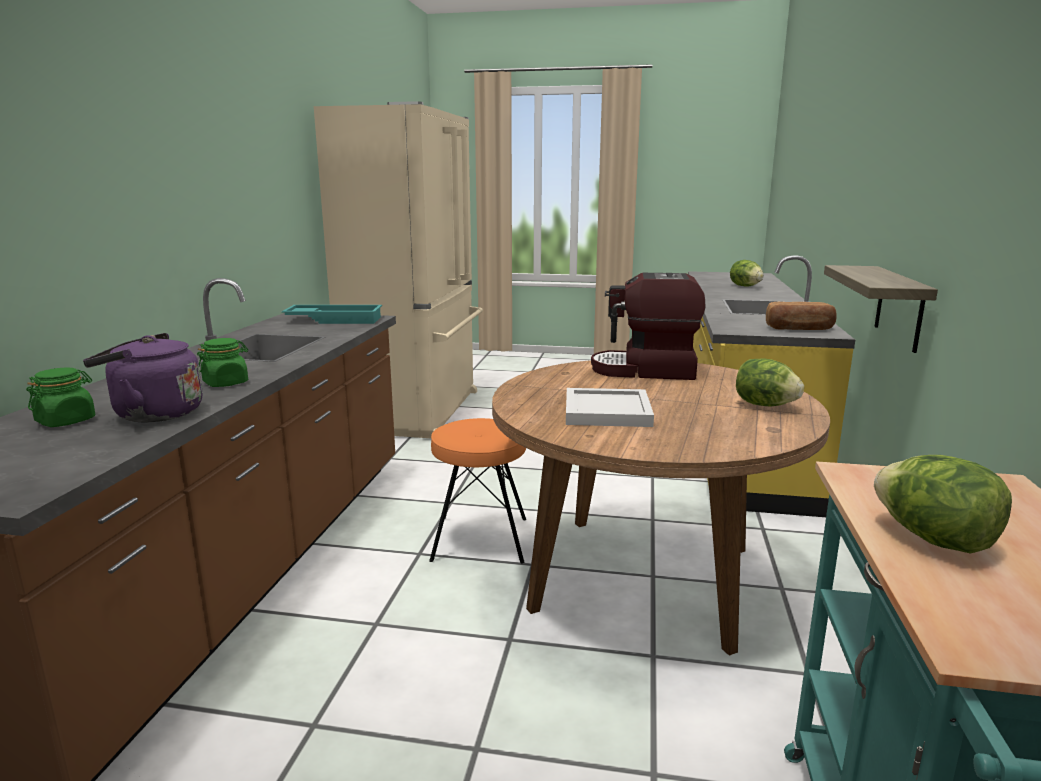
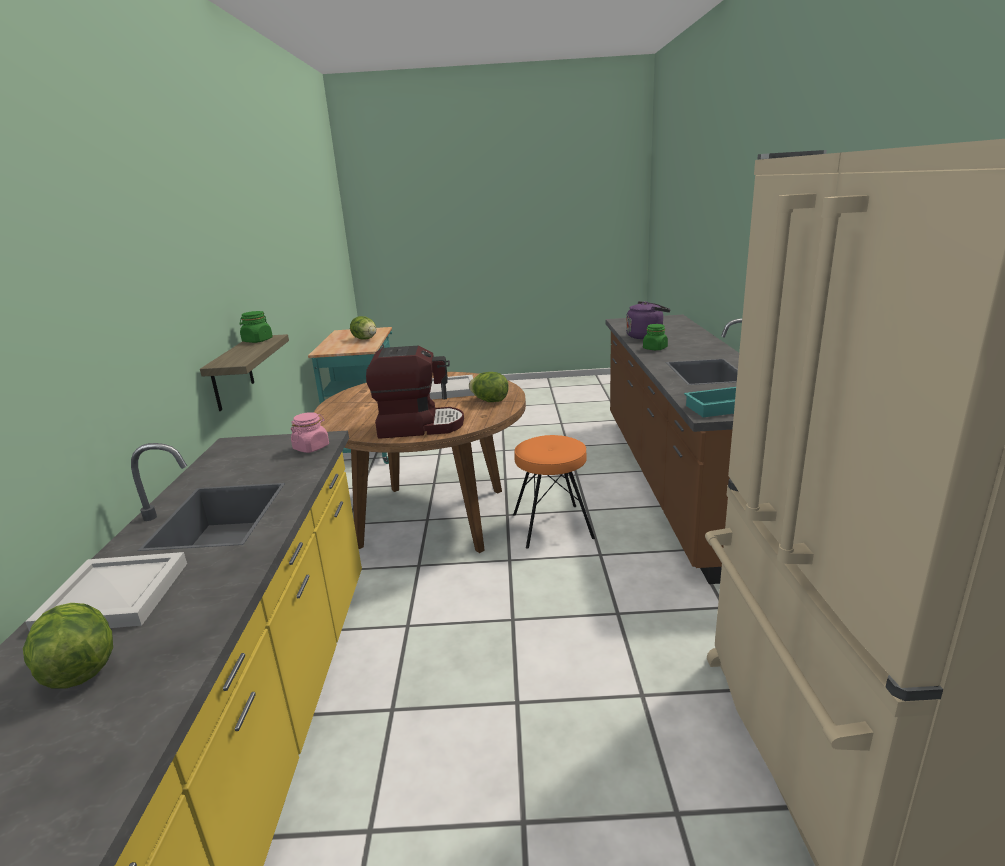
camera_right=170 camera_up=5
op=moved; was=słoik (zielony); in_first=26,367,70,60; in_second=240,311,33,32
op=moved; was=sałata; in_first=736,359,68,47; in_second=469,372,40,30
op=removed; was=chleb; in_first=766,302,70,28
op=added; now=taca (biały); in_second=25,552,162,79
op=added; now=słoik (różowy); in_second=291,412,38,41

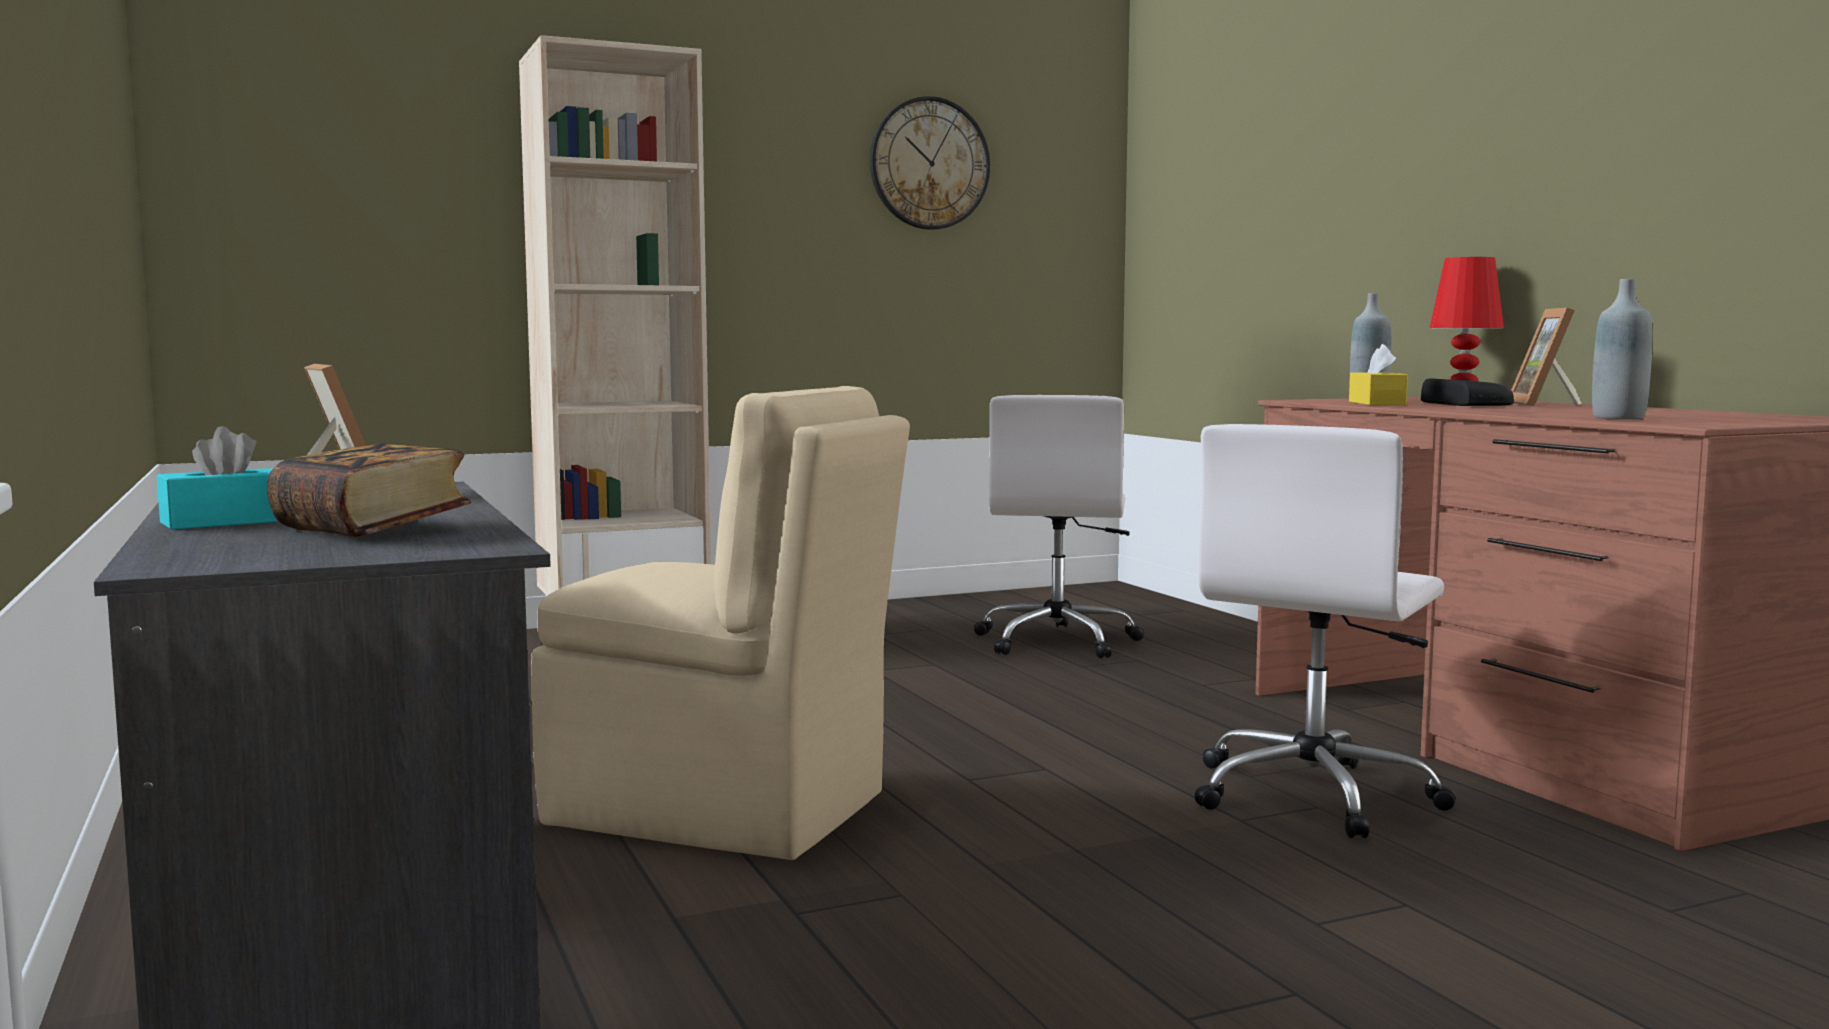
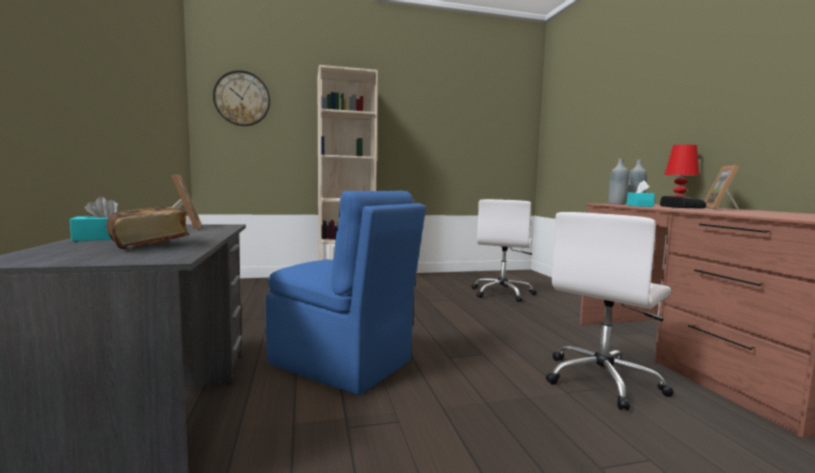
camera_right=10 camera_up=0
op=recoloured; was=krzesło (beżowy); now=krzesło (niebieski); in_first=531,386,379,474; in_second=266,191,160,204
op=moved; was=zegar ścienny; in_first=870,96,120,134; in_second=213,70,57,56
op=recoloured; was=pudełko chusteczek (żółty); now=pudełko chusteczek (turkusowy); in_first=1349,344,59,61; in_second=627,180,28,27
op=moved; was=butelka (szary); in_first=1592,279,60,140; in_second=608,159,21,46

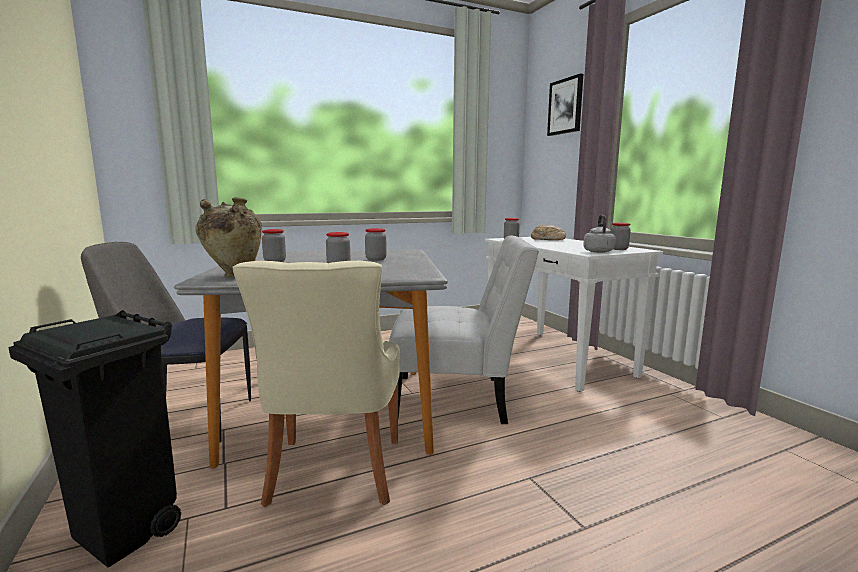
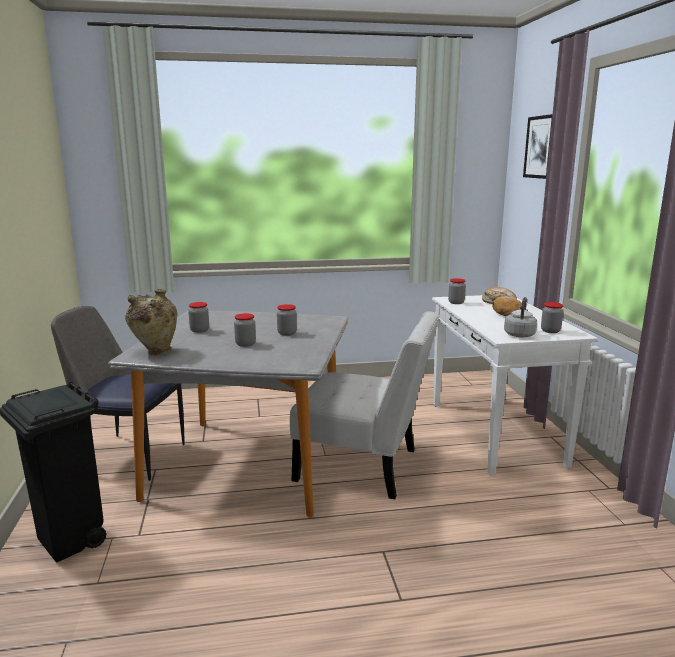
camera_right=15 camera_up=5
op=removed; was=krzesło (beżowy); in_first=233,261,167,246
op=added; now=chleb; in_second=492,296,30,20

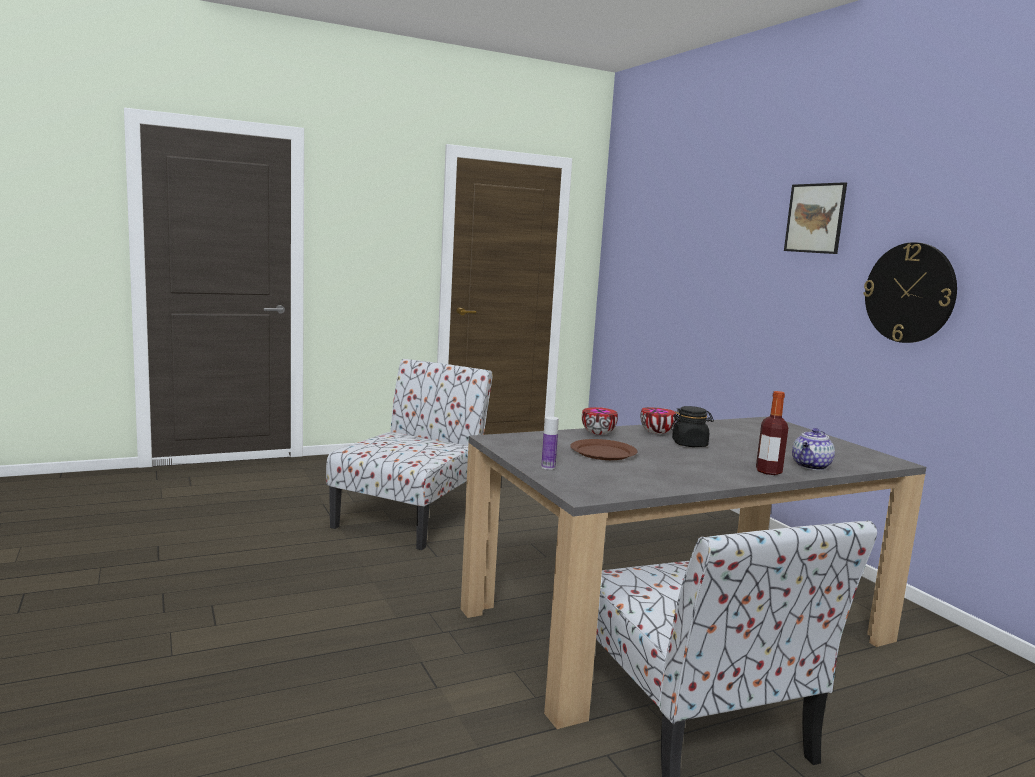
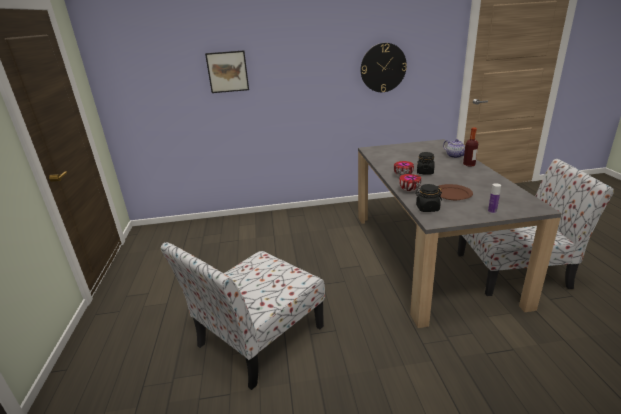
camera_right=-70 camera_up=15
op=turned; was=krzesło; in_first=326,359,167,191; in_second=161,242,164,148; clockwise=-90
op=moved; was=obraz; in_first=784,182,63,72; in_second=205,51,44,42
op=added; now=słoik (czarny); in_second=415,184,27,28

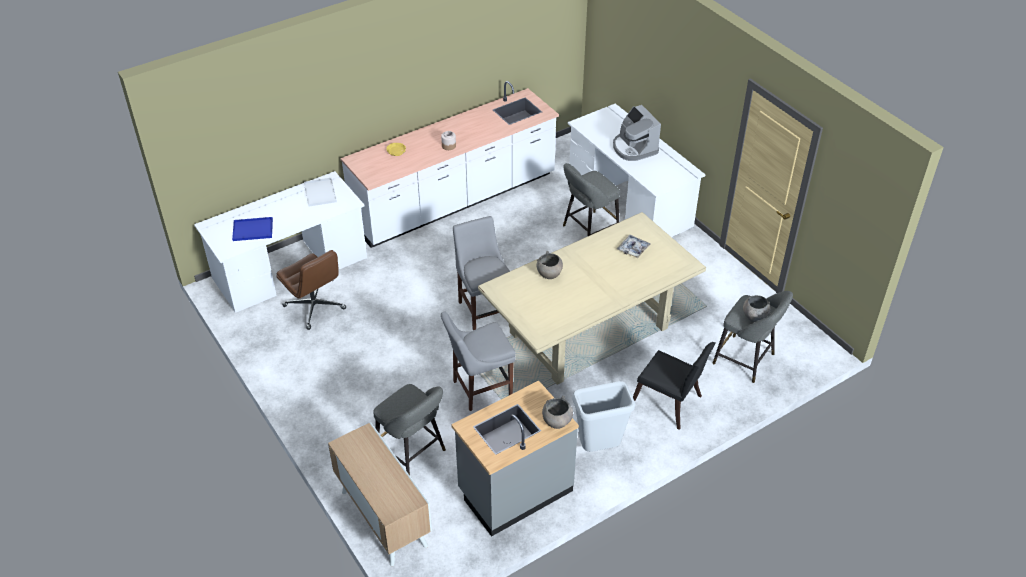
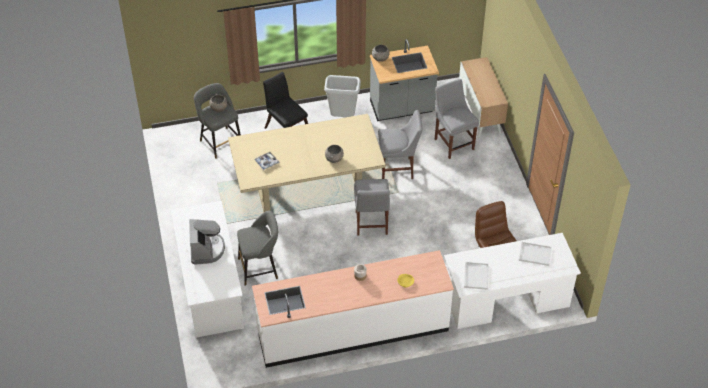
camera_right=-160 camera_up=5
op=recoloured; was=taca (niebieski); now=taca (biały); in_first=232,217,41,24; in_second=519,242,33,24
op=replaced; was=stołek (szary); now=krzesło (szary); in_first=373,384,73,91; in_second=435,79,44,80

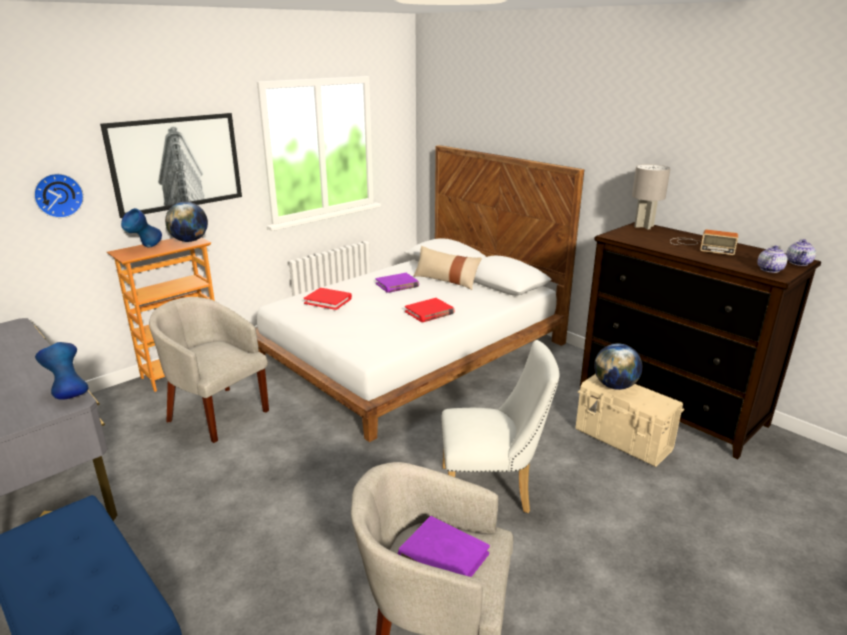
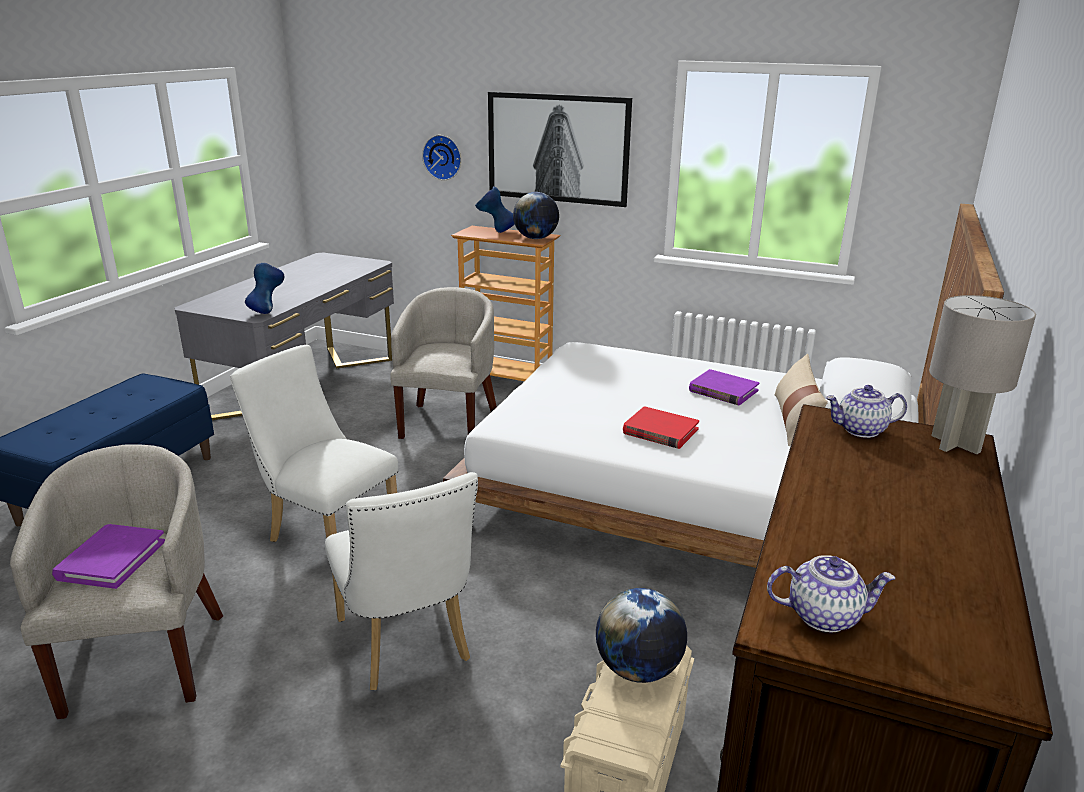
camera_right=65 camera_up=0
op=removed; was=książka (czerwony); in_first=304,288,48,22
op=removed; was=radio; in_first=670,229,68,26
op=moved; was=imbryk; in_first=786,239,30,27; in_second=826,385,81,53
op=added; now=krzesło (biały); in_second=230,345,168,197

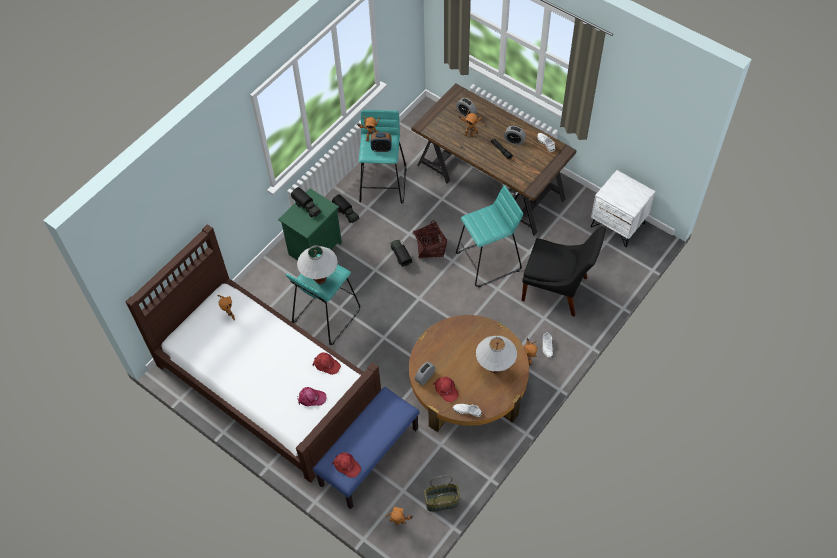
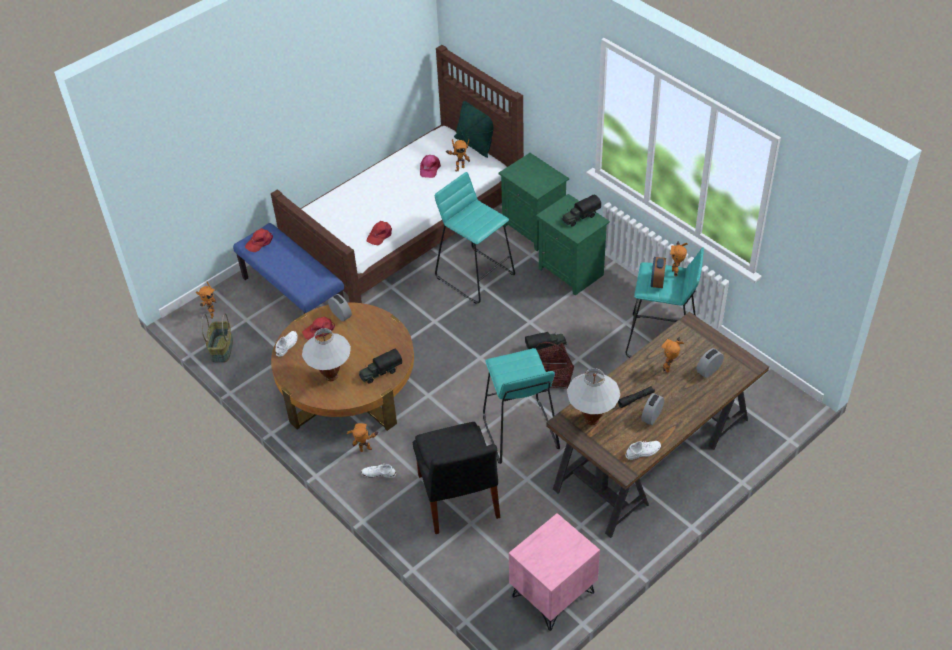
camera_right=100 camera_up=-10
op=moved; was=lampa stołowa (biały); in_first=297,245,41,39; in_second=567,368,54,57
op=moved; was=czapka z daszkiem (różowy); in_first=297,387,30,19; in_second=420,155,21,23
op=moved; was=ciężarówka zabawkowa; in_first=332,194,27,29; in_second=359,349,43,35
op=turned; was=krzesło (czarny); in_first=521,227,85,90; in_second=413,422,87,112; clockwise=-45
op=recoloured; was=szafka nocna (biały); now=szafka nocna (różowy); in_first=591,170,65,77; in_second=509,513,91,118
op=added; now=poduszka (zielony); in_second=454,101,39,57
op=added; now=szafka nocna (zielony); in_second=498,153,71,98

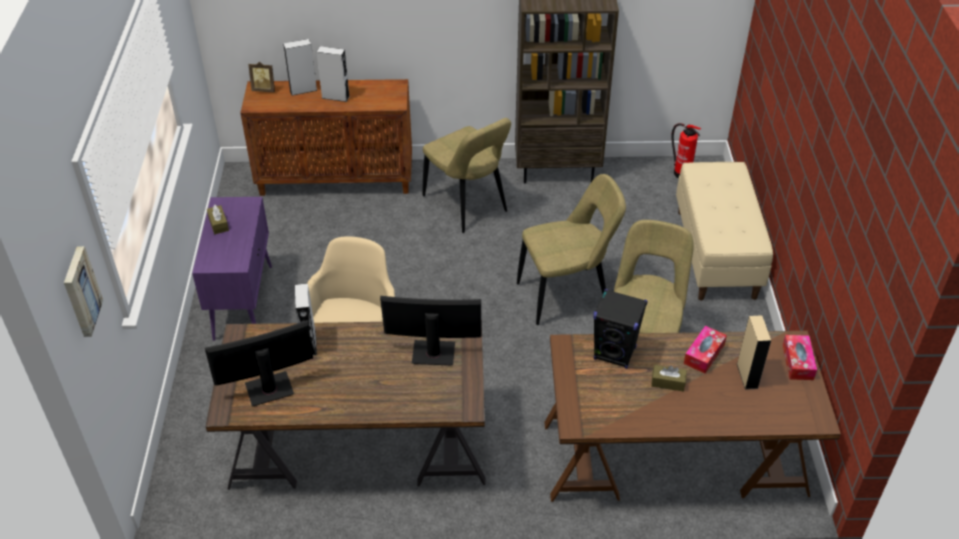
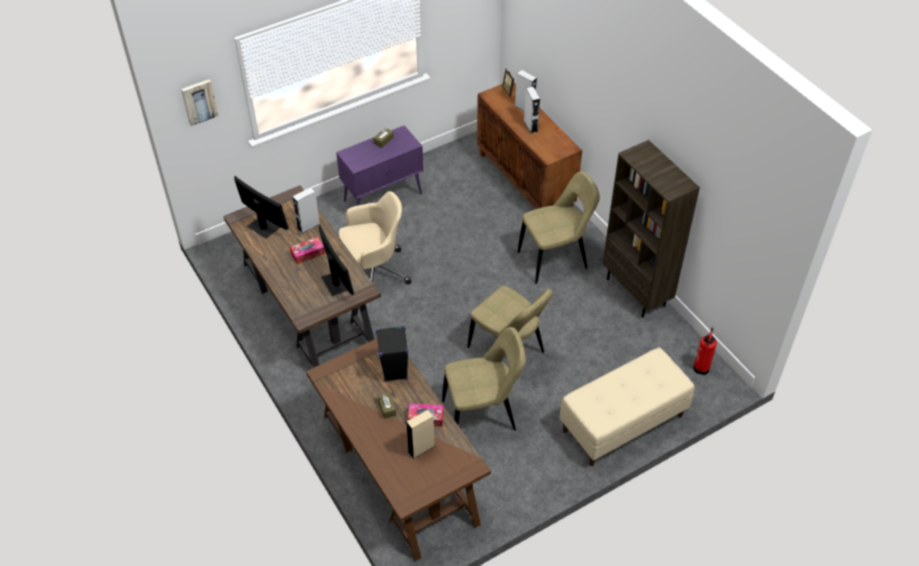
camera_right=60 camera_up=5
op=turned; was=krzesło (beżowy); in_first=423,118,88,115; in_second=518,171,82,113; clockwise=-135
op=moved; was=pudełko chusteczek; in_first=783,335,34,45; in_second=290,237,35,27

